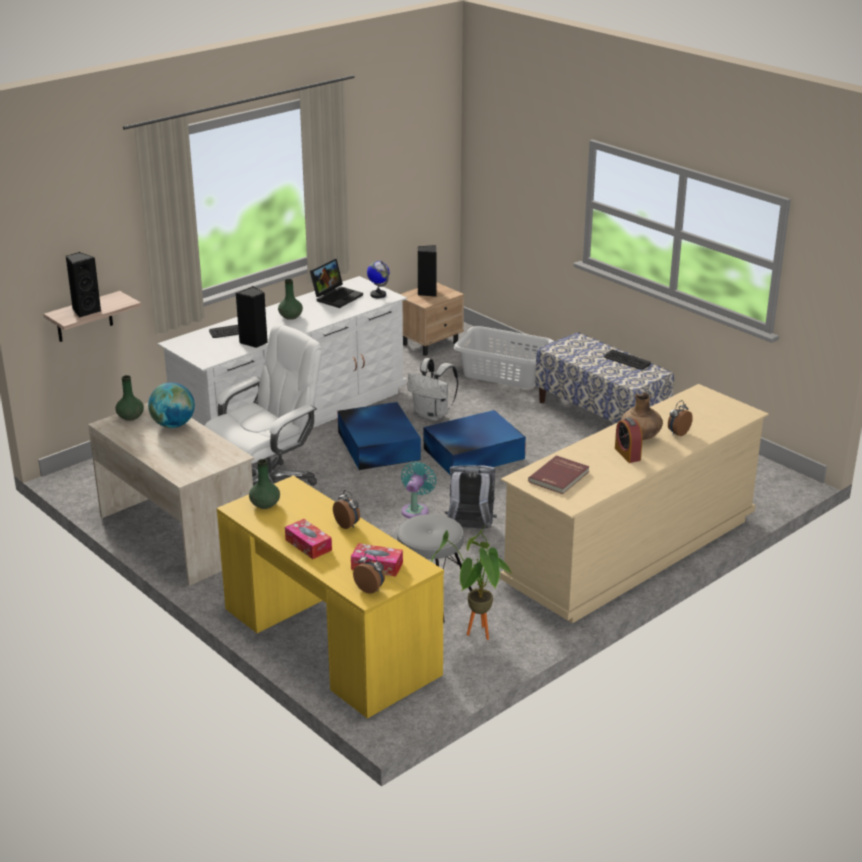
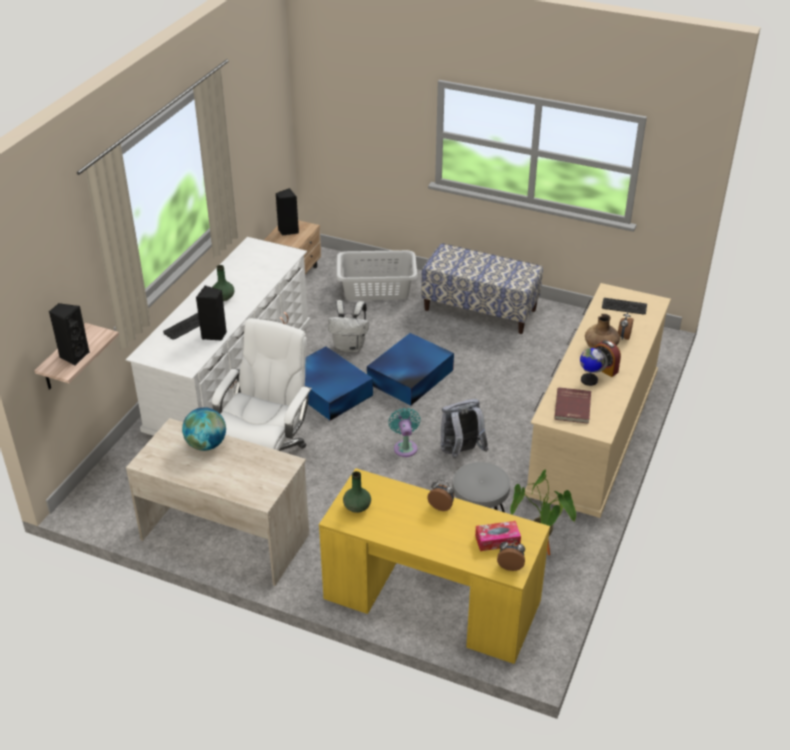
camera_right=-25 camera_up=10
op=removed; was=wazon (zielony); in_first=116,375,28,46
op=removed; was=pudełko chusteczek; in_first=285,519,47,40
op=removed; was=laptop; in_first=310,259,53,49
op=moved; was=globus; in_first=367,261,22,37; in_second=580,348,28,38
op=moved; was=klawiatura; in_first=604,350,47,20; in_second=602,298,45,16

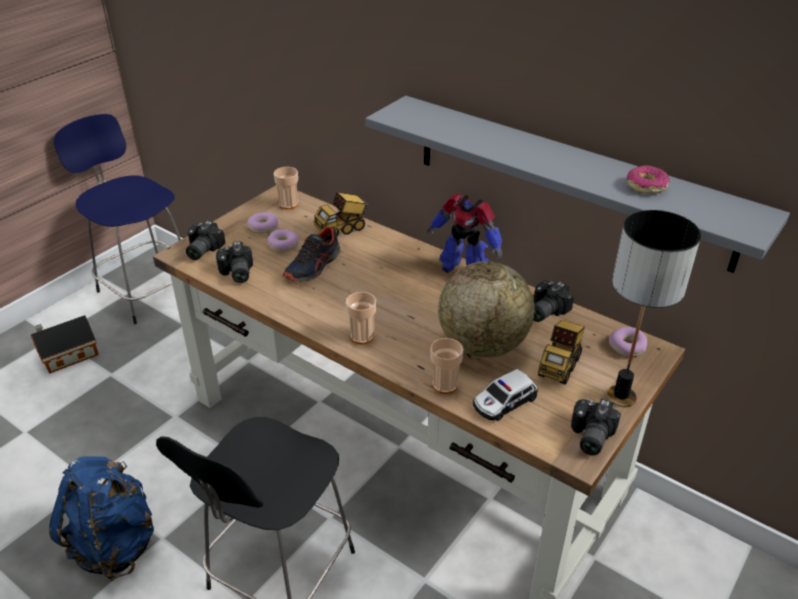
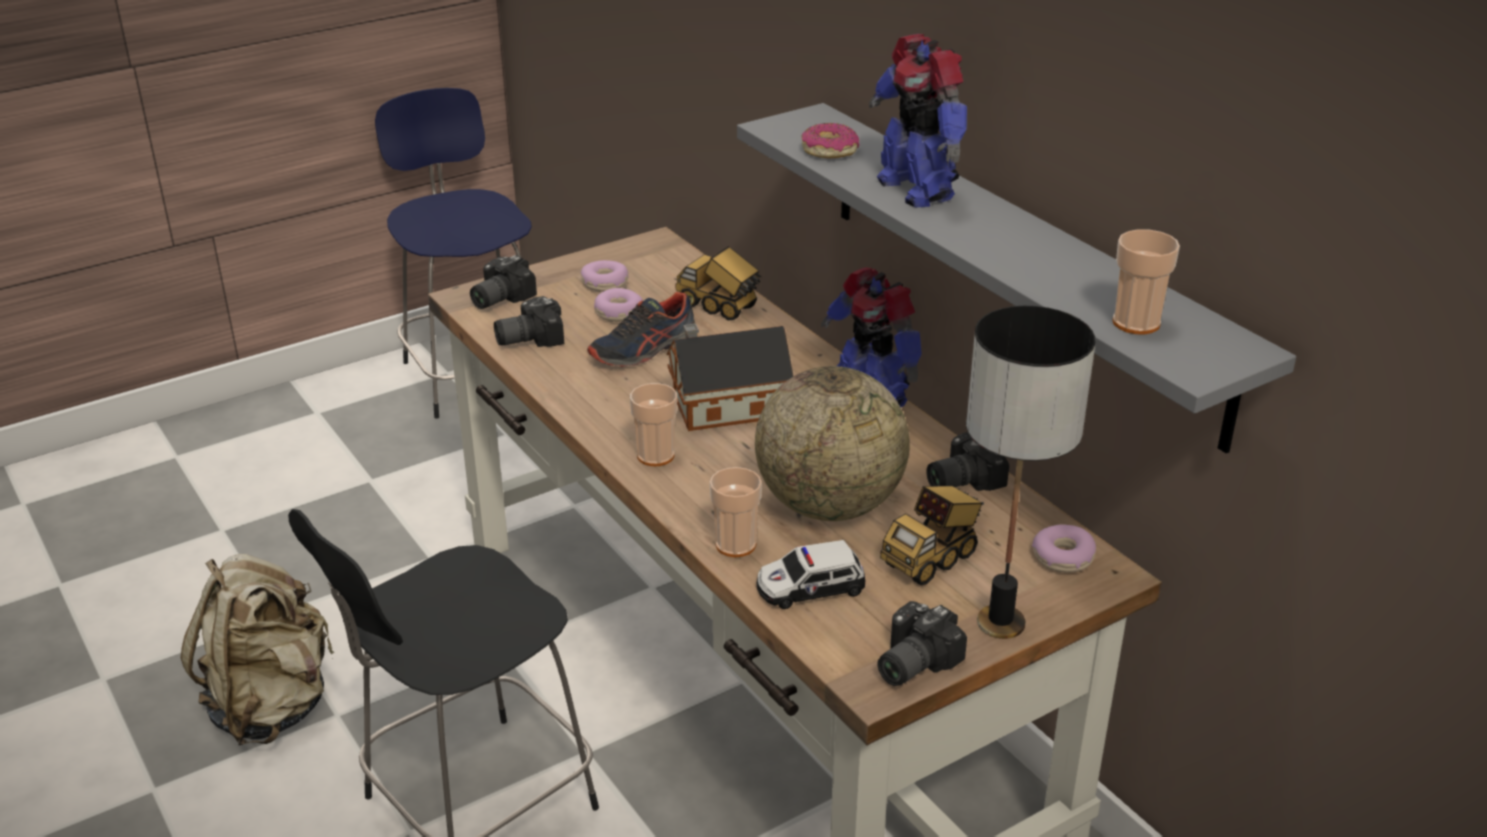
camera_right=20 camera_up=-5
op=moved; was=domek; in_first=31,315,68,59; in_second=667,324,127,107
op=recoloured; was=plecak (niebieski); now=plecak (beżowy); in_first=49,456,105,125; in_second=181,554,153,191
op=turned; was=aparat fotograficzny; in_first=216,241,37,42; in_second=494,296,70,51; clockwise=60
op=moved; was=filiżanka; in_first=274,167,24,42; in_second=1113,229,67,106
op=turned; was=ciężarówka zabawkowa; in_first=314,192,54,45; in_second=676,246,86,74; clockwise=45
op=moved; was=donut; in_first=626,166,44,28; in_second=801,123,59,35
op=added; now=robot zabawkowy; in_second=869,34,98,174

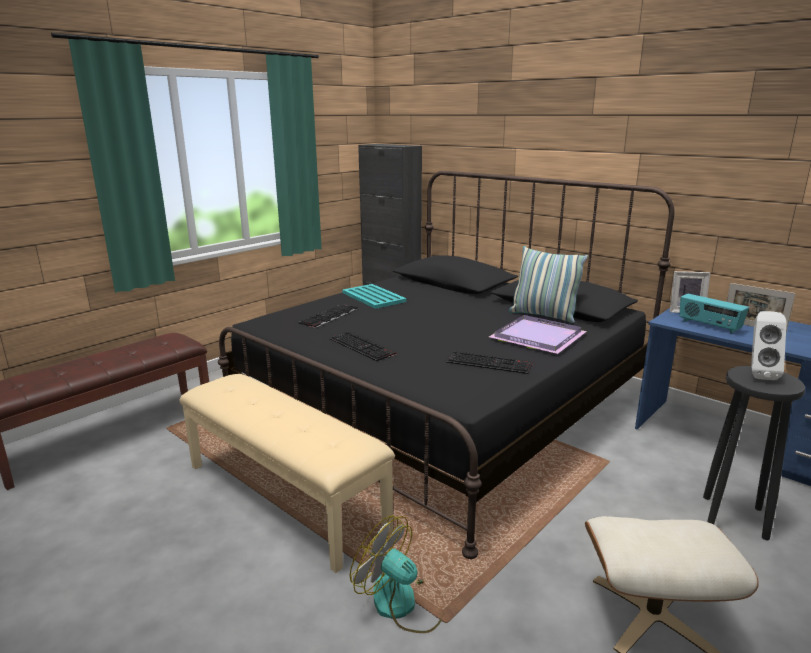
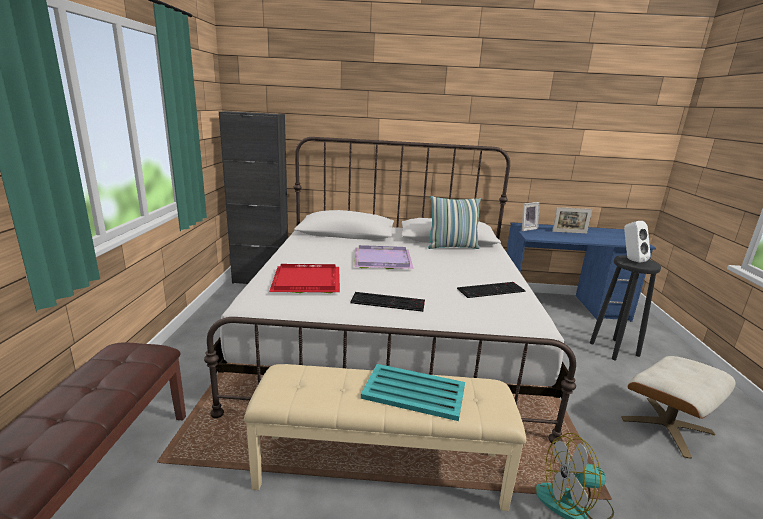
camera_right=-40 camera_up=0
op=recoloured; was=łóżko (czarny); now=łóżko (biały); in_first=218,171,457,388; in_second=204,137,372,307
op=replaced; was=klawiatura; now=taca (czerwony); in_first=298,304,60,24; in_second=269,264,71,29
op=moved; was=taca (turkusowy); in_first=342,284,65,25; in_second=361,364,104,57
op=moved; was=taca (fioletowy); in_first=489,315,98,39; in_second=354,245,60,24
op=removed; was=radio; in_first=680,294,69,40

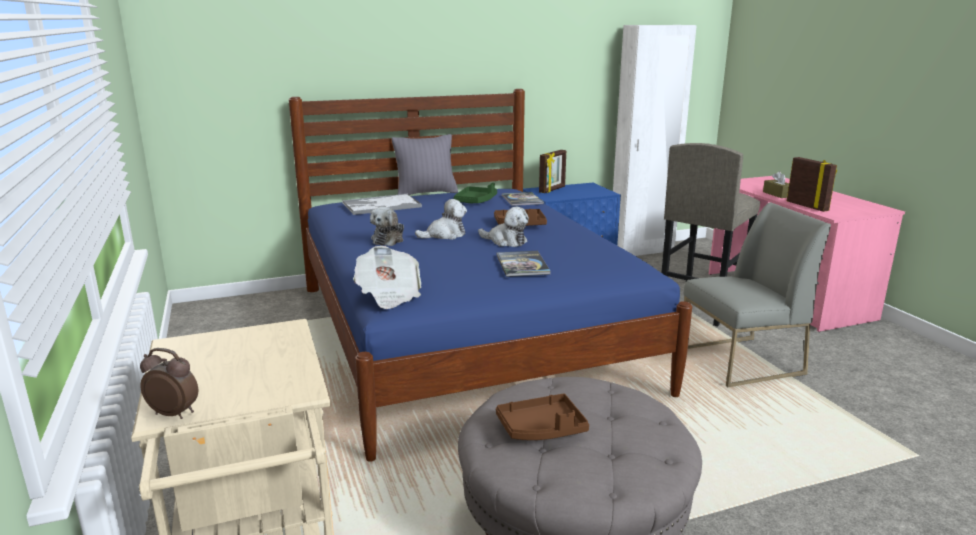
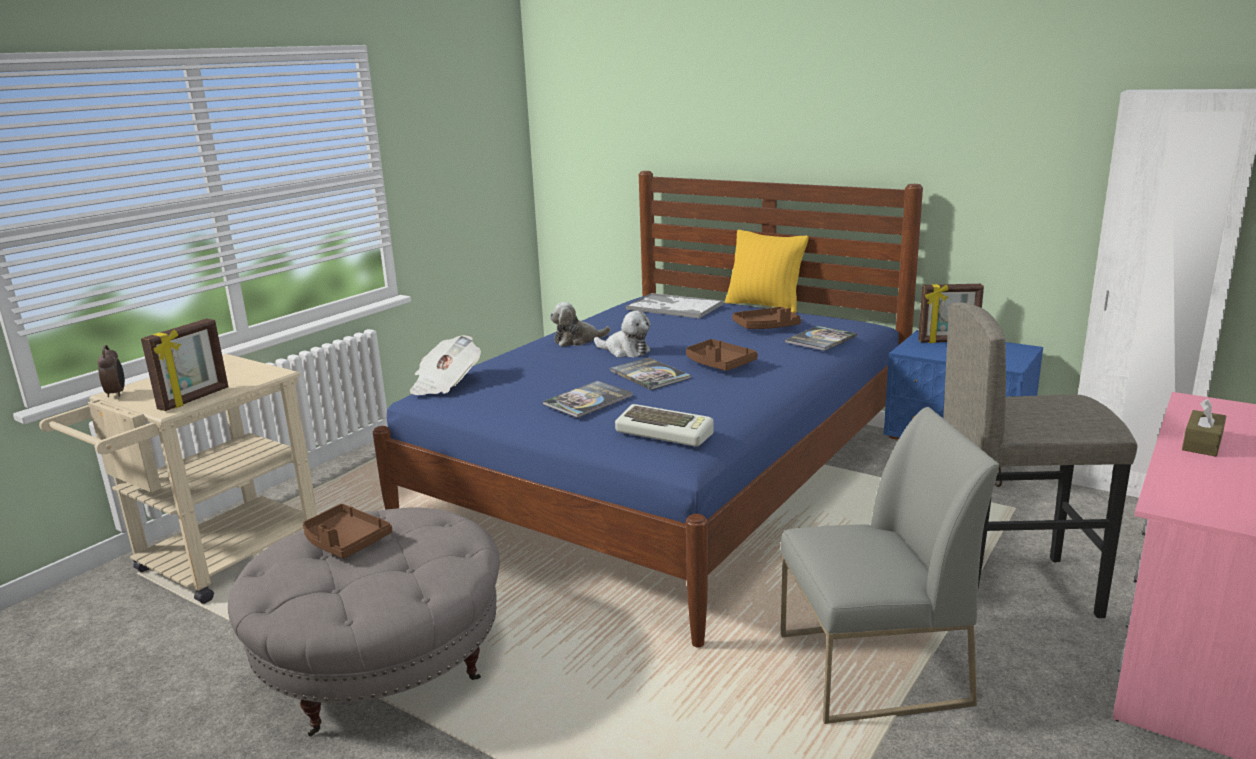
camera_right=55 camera_up=0
op=recoloured; was=poduszka (szary); now=poduszka (żółty); in_first=392,134,66,61; in_second=725,230,83,83
op=recoloured; was=taca (zielony); now=taca (brązowy); in_first=454,183,43,20; in_second=732,307,69,22
op=replaced; was=pluszak; now=książka; in_first=478,207,51,40; in_second=610,357,81,33
op=turned; was=krzesło (szary); in_first=684,202,147,185; in_second=781,407,218,317; clockwise=-45
op=moved; was=ramka na zdjęcie; in_first=787,157,50,55; in_second=141,319,87,92
op=added; now=klawiatura; in_second=615,404,99,43

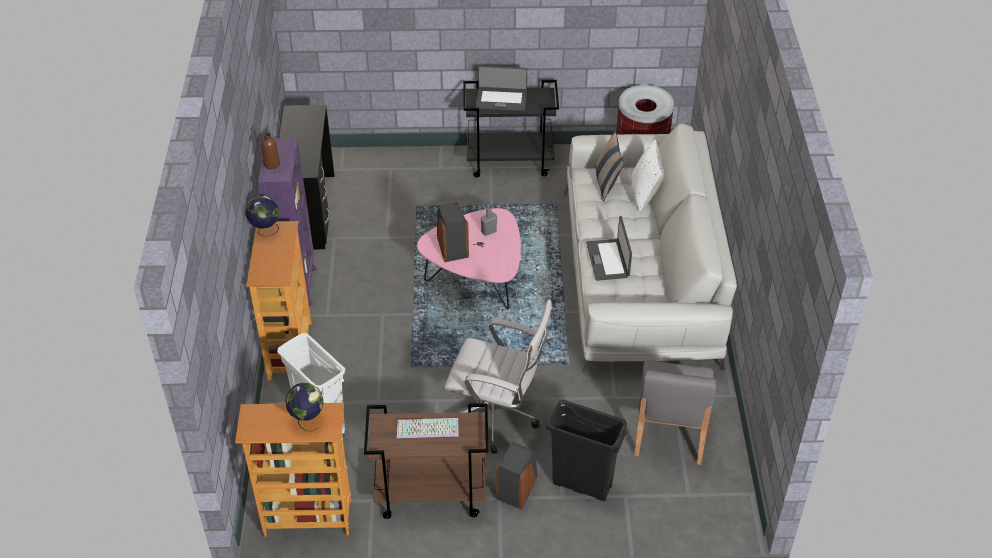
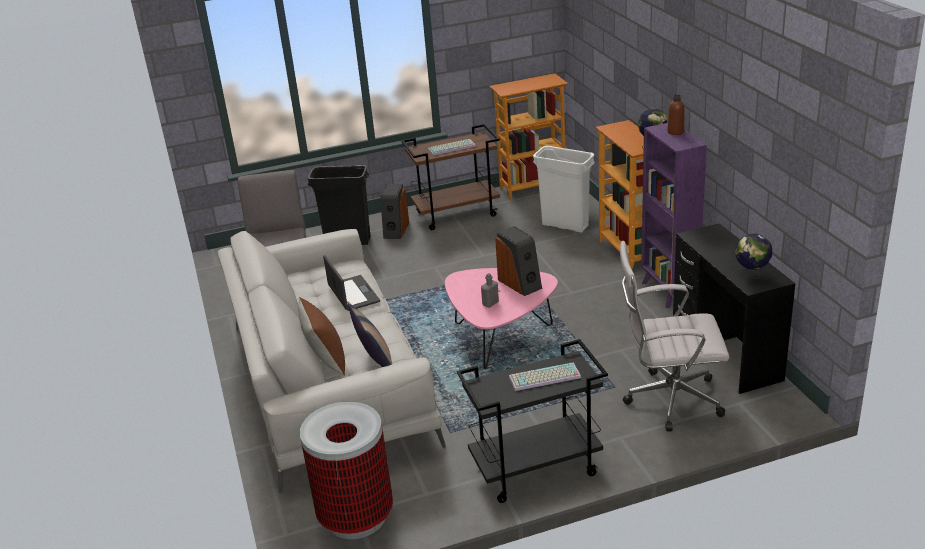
camera_right=165 camera_up=-15
op=moved; was=globus; in_first=285,383,39,49; in_second=735,233,37,45
op=moved; was=krzesło biurowe (biały); in_first=445,300,107,154; in_second=620,241,109,191
op=replaced; was=laptop; now=klawiatura; in_first=476,66,51,45; in_second=509,362,72,29
op=recoloured; was=poduszka (biały); now=poduszka (brązowy); in_first=631,139,33,74; in_second=298,297,47,79

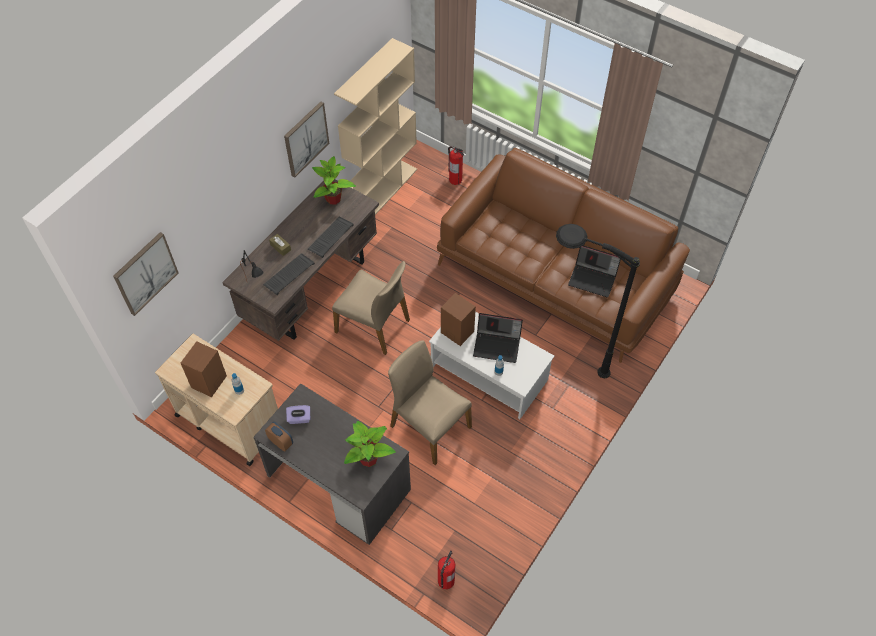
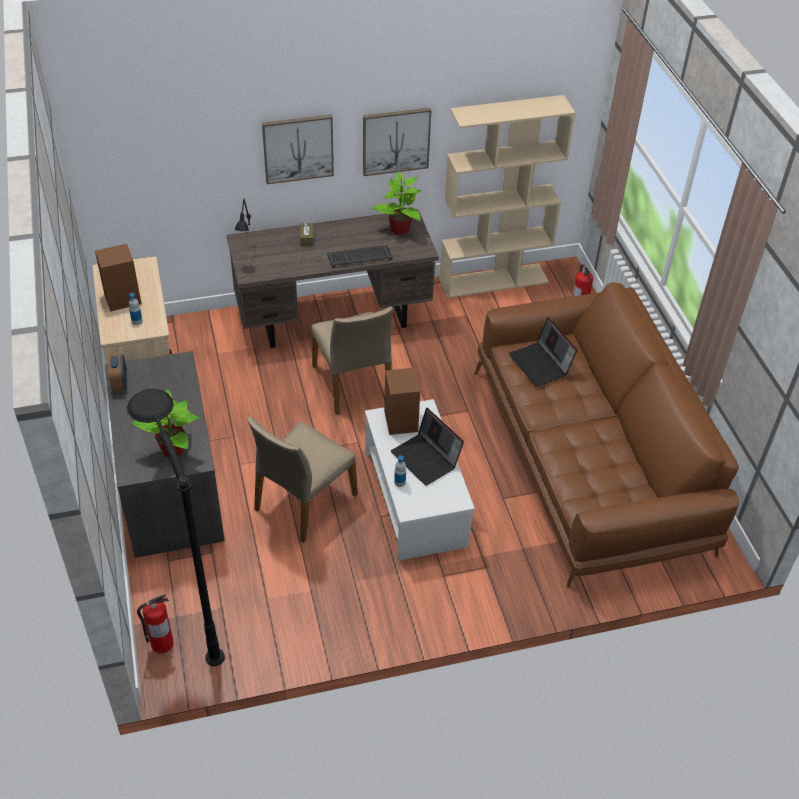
camera_right=40 camera_up=-10
op=moved; was=obraz; in_first=113,232,65,84; in_second=262,115,72,69
op=removed; was=klawiatura; in_first=263,253,52,42
op=removed; was=pudełko chusteczek (fioletowy); in_first=286,405,24,19
op=turned; was=krzesło (beżowy); in_first=388,340,84,125; in_second=248,416,110,127; clockwise=-135
op=moved; was=lampa stojąca (czarny); in_first=556,224,84,154; in_second=127,389,98,277
op=moved; was=laptop; in_first=568,245,53,52; in_second=509,317,68,70

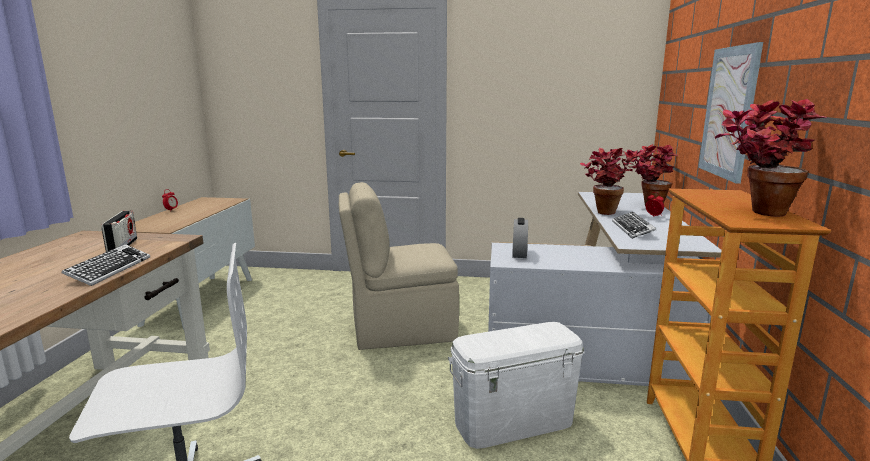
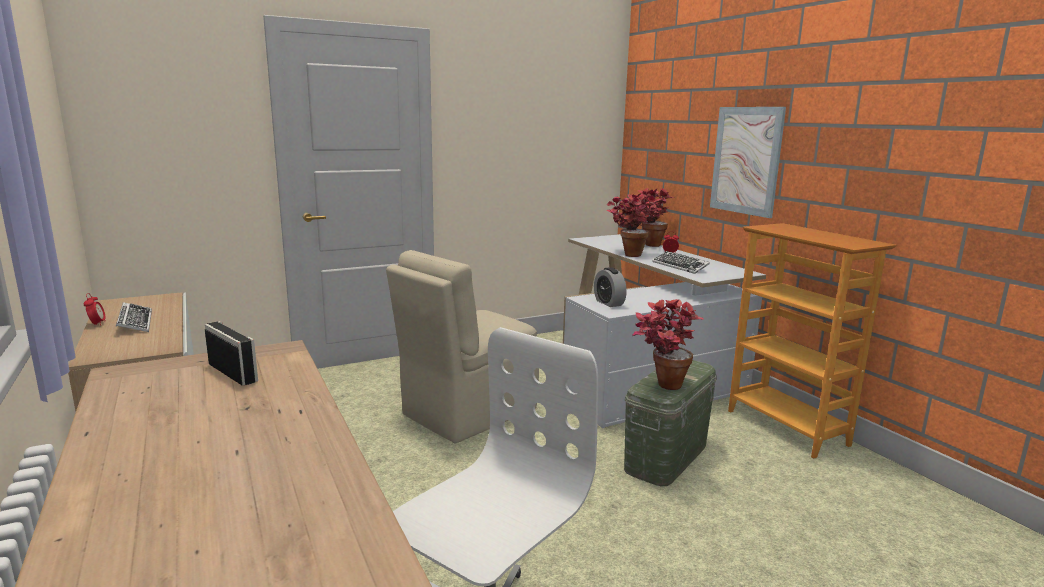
camera_right=-35 camera_up=0
op=moved; was=klawiatura; in_first=62,244,88,42; in_second=116,302,36,30
op=recoloured; was=pojemnik do przechowywania (biały); now=pojemnik do przechowywania (zielony); in_first=448,322,137,127; in_second=624,360,93,126
op=moved; was=roślina doniczkowa; in_first=715,99,112,118; in_second=632,299,72,91

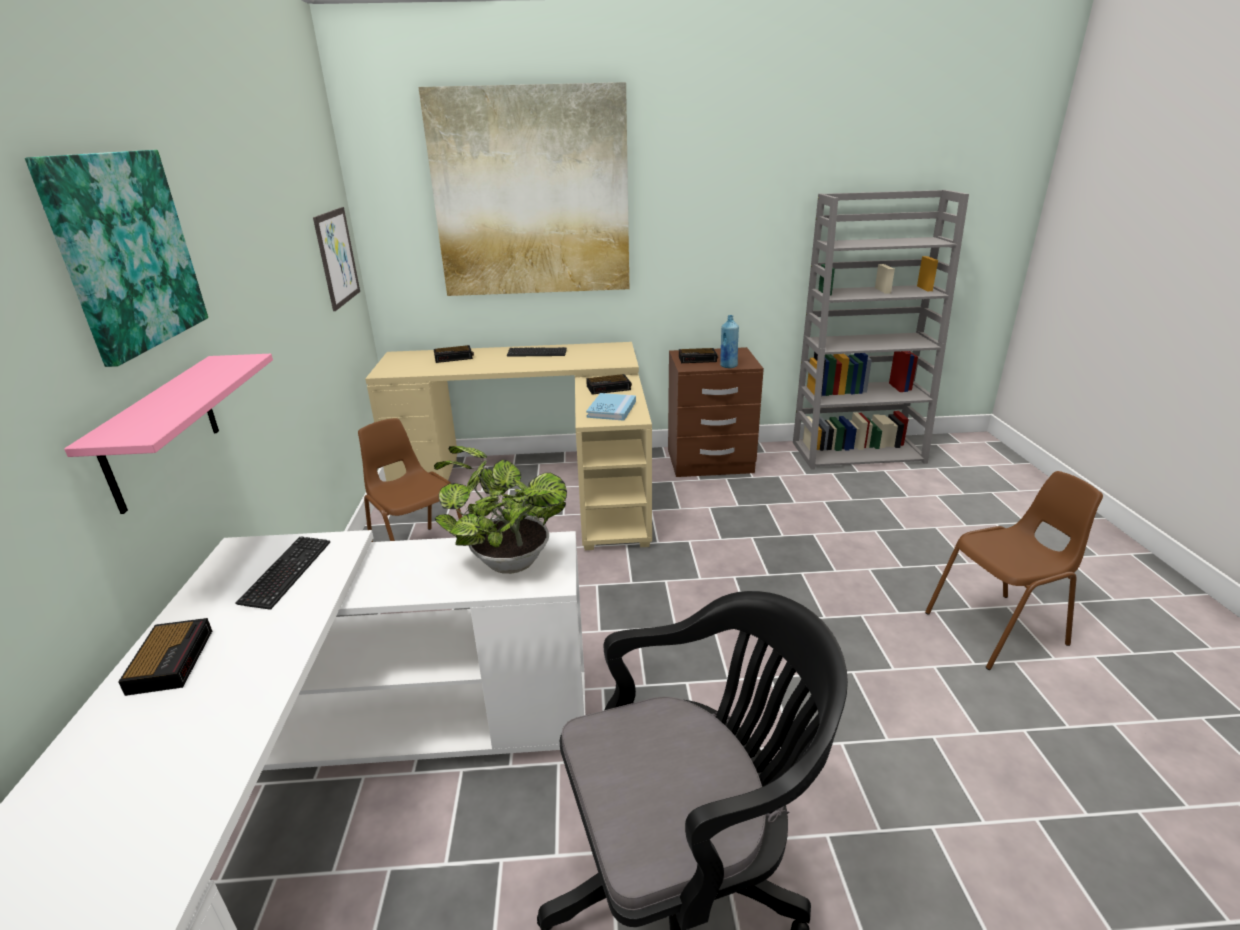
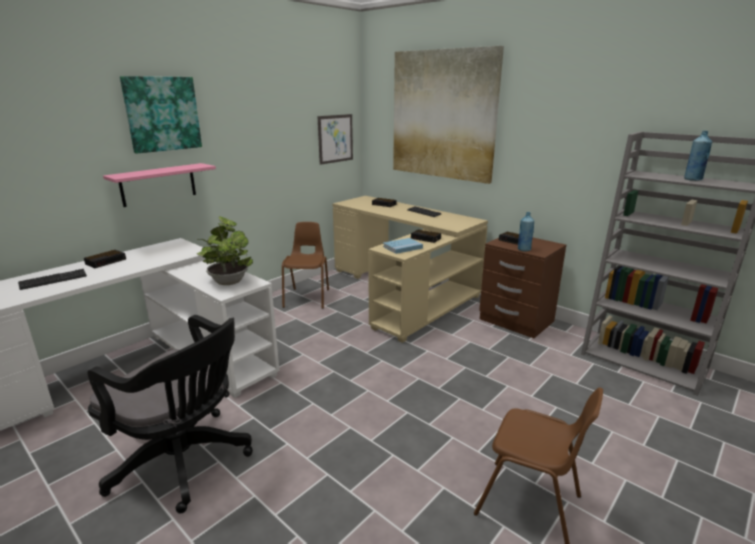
camera_right=45 camera_up=-5
op=moved; was=klawiatura; in_first=235,536,95,74; in_second=18,269,69,21
op=added; now=butelka (niebieski); in_second=684,131,28,50

